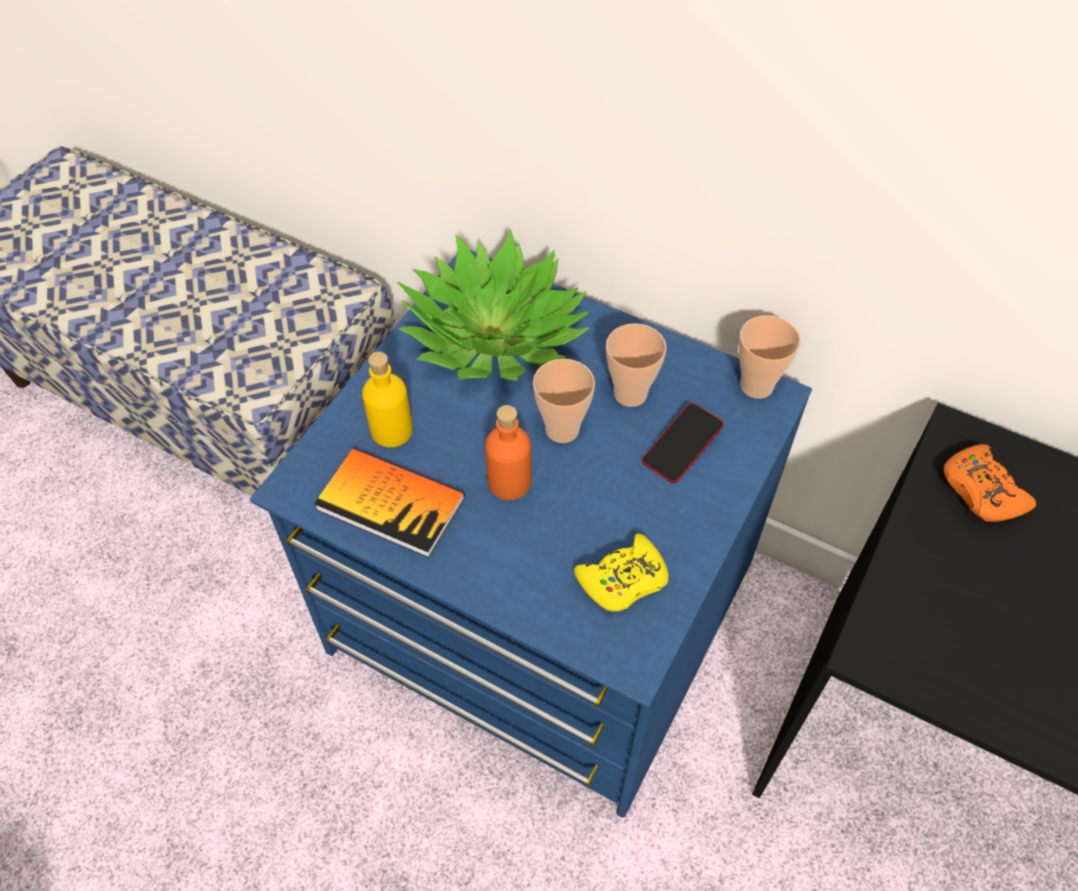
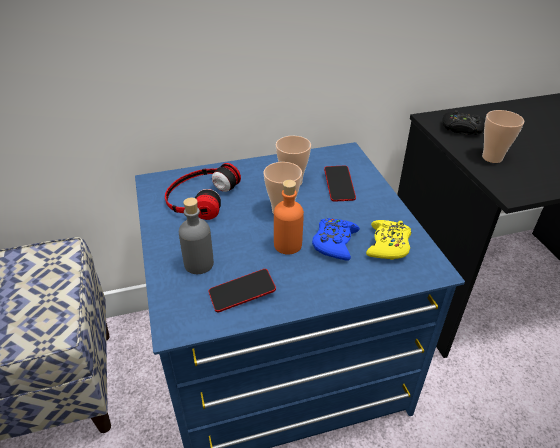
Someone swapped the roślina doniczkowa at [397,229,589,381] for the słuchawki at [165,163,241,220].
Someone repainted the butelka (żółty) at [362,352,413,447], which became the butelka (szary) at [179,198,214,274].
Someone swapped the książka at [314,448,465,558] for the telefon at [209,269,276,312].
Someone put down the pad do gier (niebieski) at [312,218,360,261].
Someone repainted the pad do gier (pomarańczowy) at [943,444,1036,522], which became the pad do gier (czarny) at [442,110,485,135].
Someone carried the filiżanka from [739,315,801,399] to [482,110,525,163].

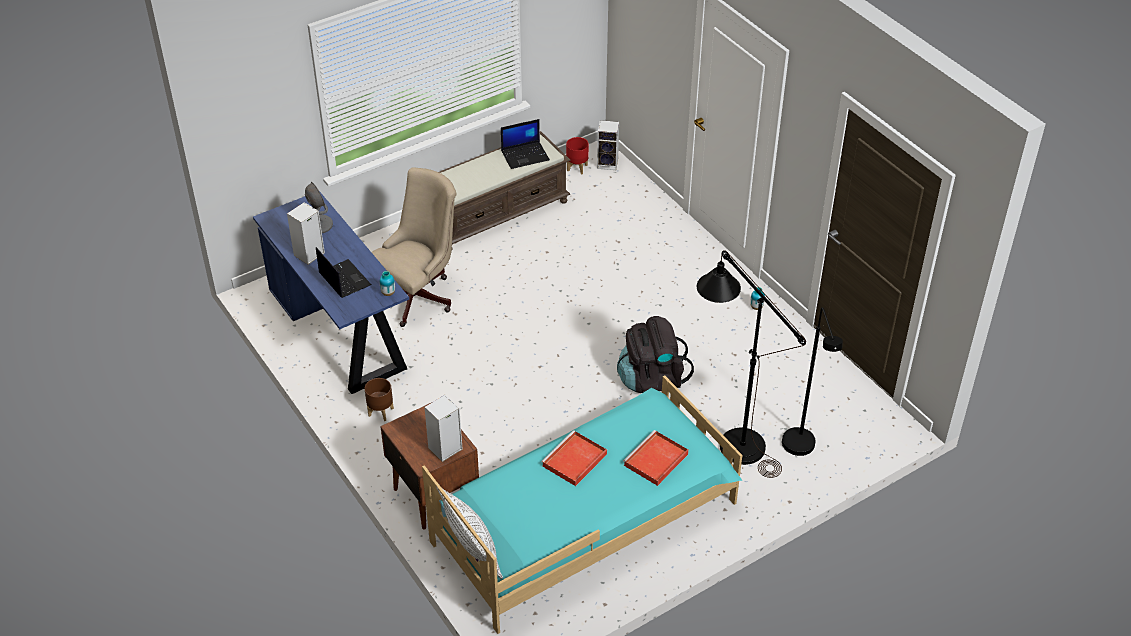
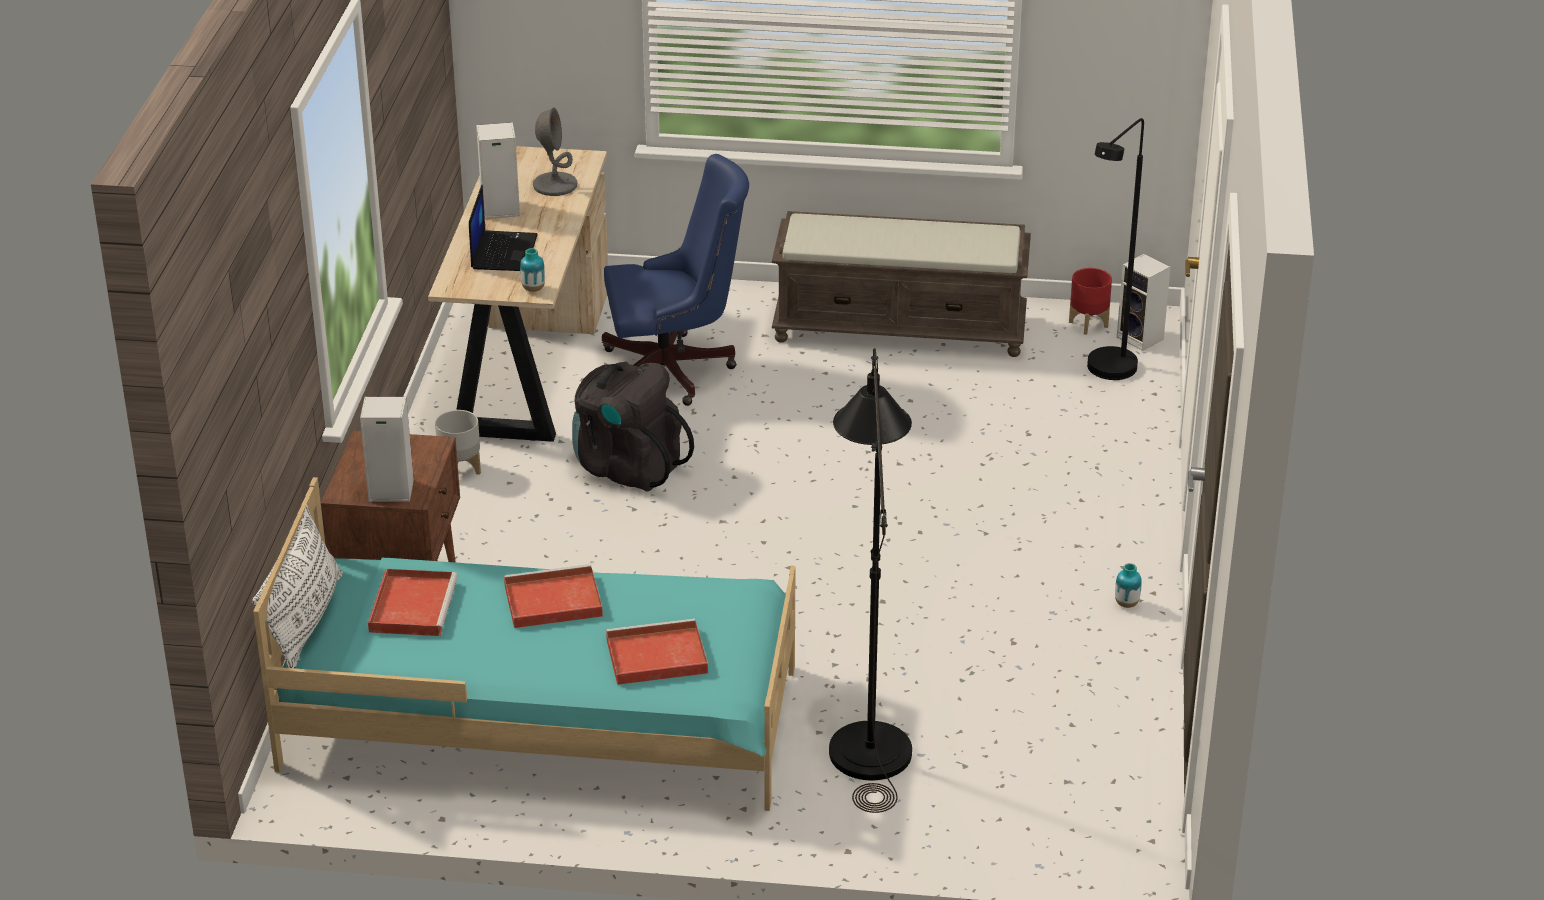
Someone put down the taca (czerwony) at [368,569,458,636].
Someone repainted the biurko (niebieski) at [253,191,409,394], which became the biurko (beżowy) at [428,146,608,442].
Someone repainted the donica (brązowy) at [365,378,394,421], which became the donica (szary) at [435,410,481,475].
Someone carried the plecak (czarny) from [617,316,694,393] to [572,362,694,492].
Someone repainted the krzesło biurowe (beżowy) at [372,167,457,327], which became the krzesło biurowe (niebieski) at [602,154,749,406].
Someone carried the lampa stojąca (czarny) from [782,307,843,456] to [1087,118,1144,380].
Someone took away the laptop at [501,119,550,169].

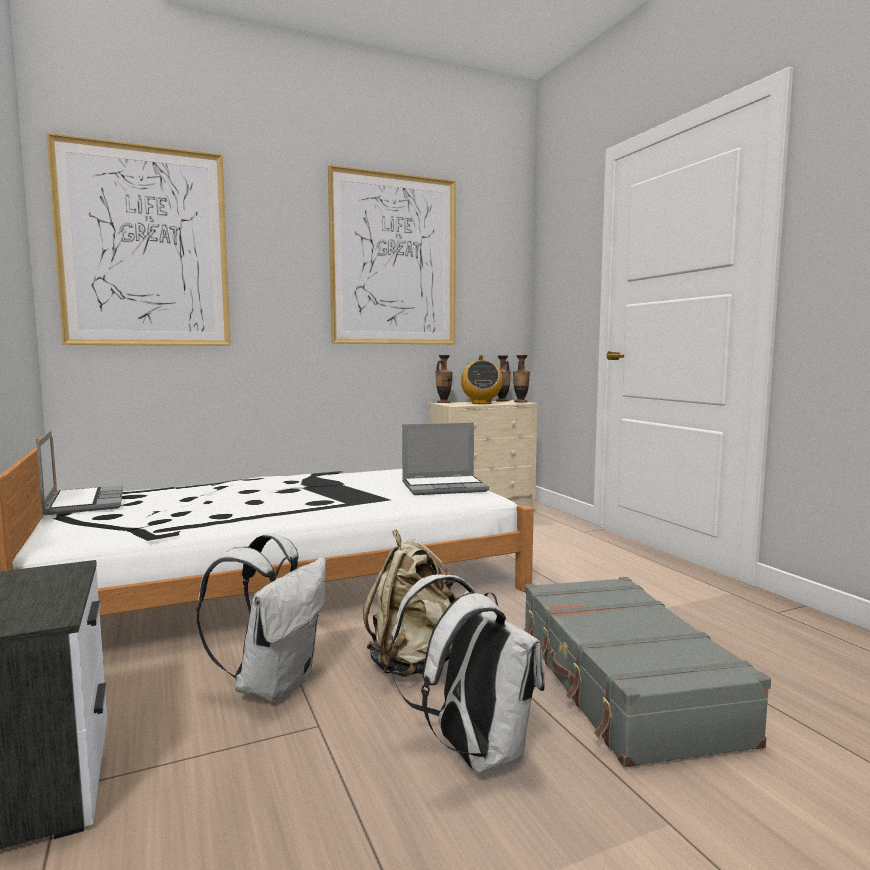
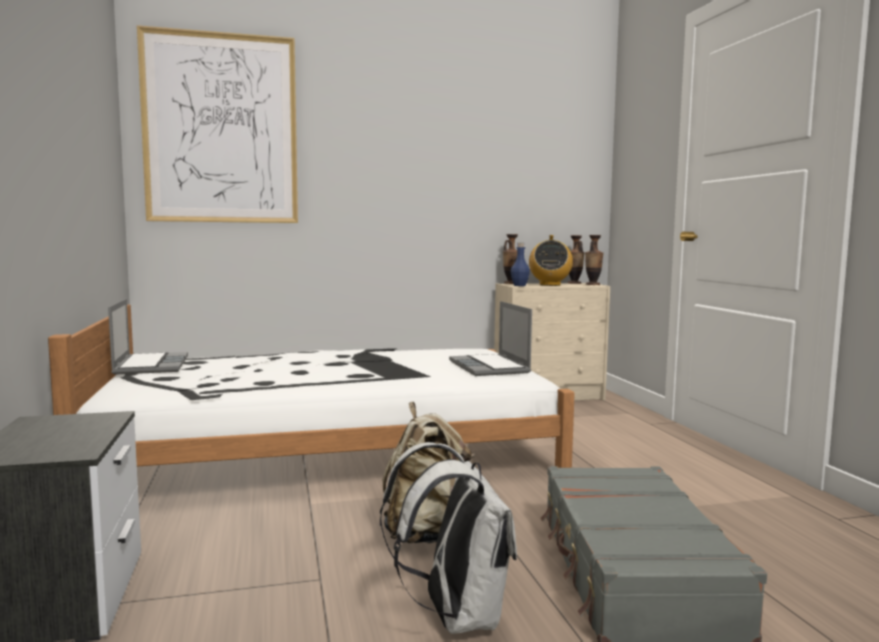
Someone rotated the laptop at [402,423,489,495] by 75 degrees clockwise.
Someone put down the butelka (niebieski) at [511,243,530,286].
Someone took away the plecak (biały) at [196,533,326,702].
Someone took away the obraz at [328,165,456,344].

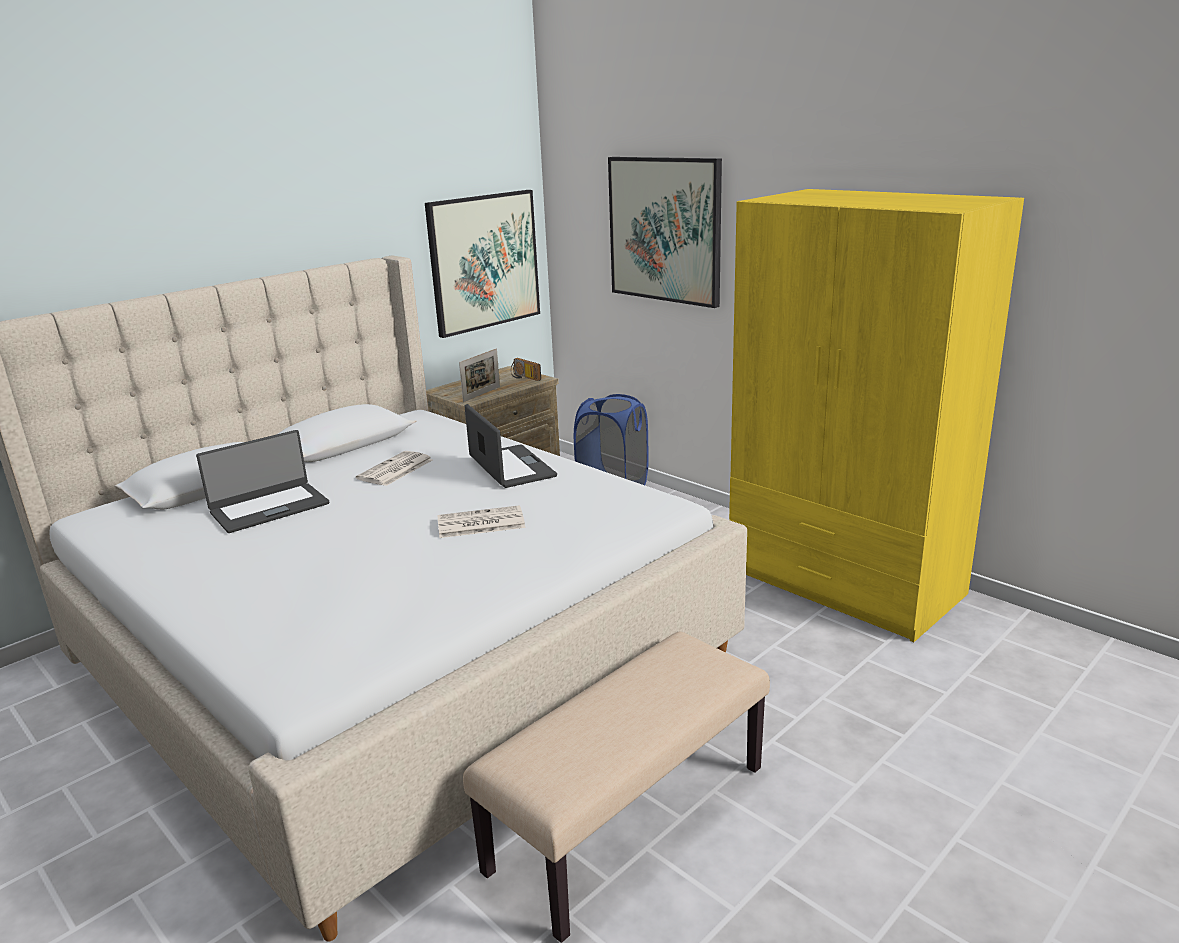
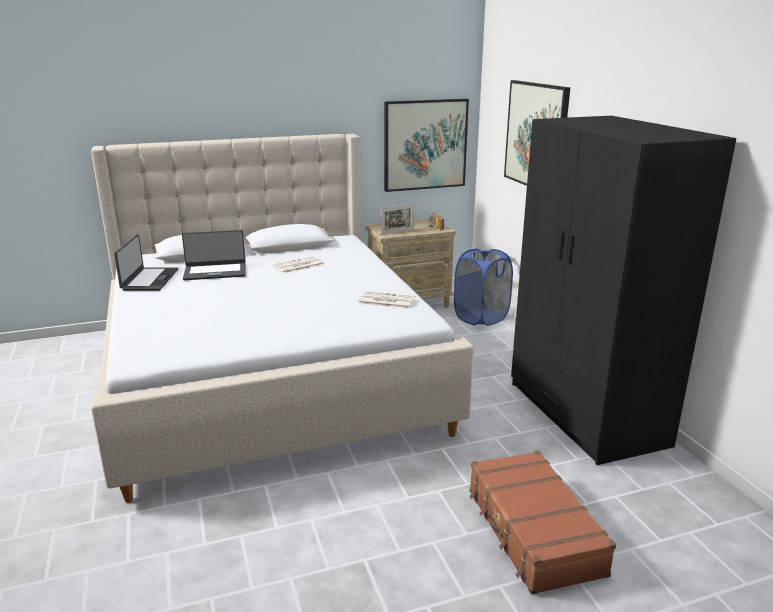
Someone carried the laptop from [465,404,557,488] to [114,234,178,291].
Someone carried the gazeta from [437,505,525,538] to [358,291,415,309].
Someone put down the walizka (brązowy) at [469,451,616,594].
Someone repainted the szafa (żółty) at [729,189,1024,642], which became the szafa (czarny) at [511,116,736,465].
Someone took away the ławka (beżowy) at [463,631,770,943].

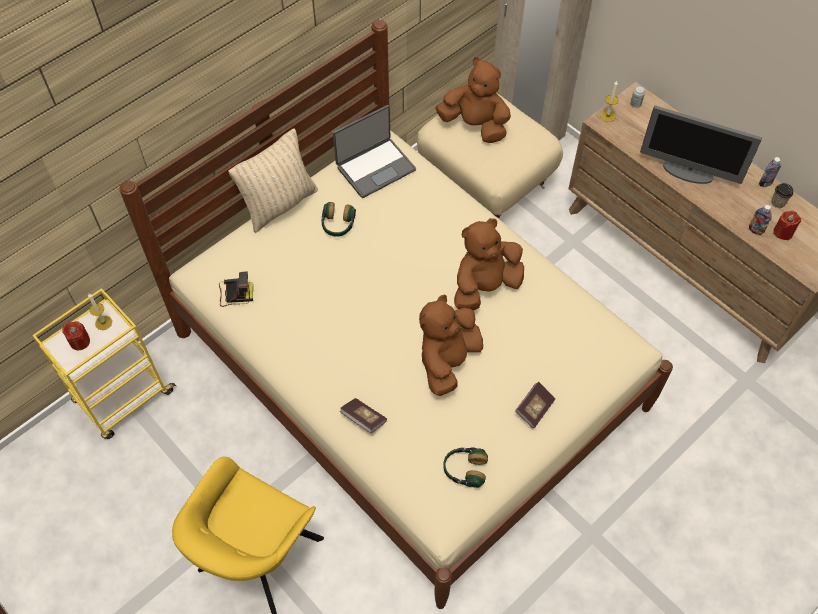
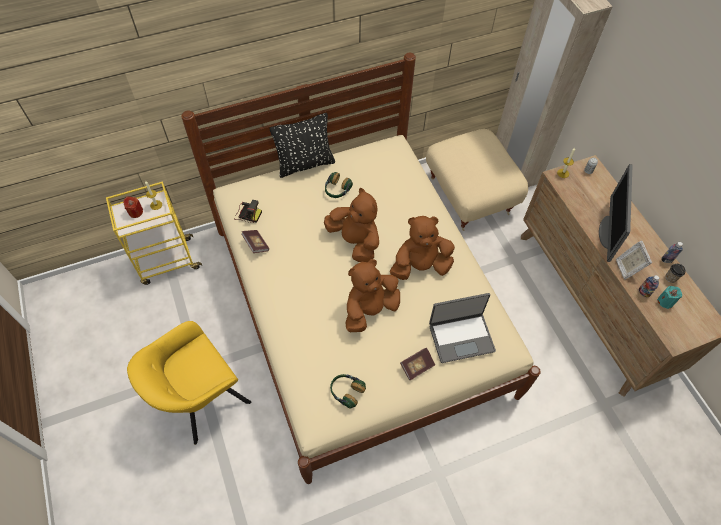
Someone carried the książka from [340,398,387,433] to [241,230,269,253].
Someone repainted the poduszka (beżowy) at [228,128,318,233], which became the poduszka (czarny) at [270,113,335,178].
Someone carried the pluszak (brązowy) from [435,57,511,143] to [324,188,379,262].
Someone carried the laptop from [333,105,416,198] to [429,293,496,363].
Someone rotated the monitor at [640,106,762,184] by 60 degrees clockwise.
Someone put down the ramka na zdjęcie at [616,240,652,279].
Someone repainted the świeca (czerwony) at [773,211,801,240], which became the świeca (turkusowy) at [657,286,682,309].

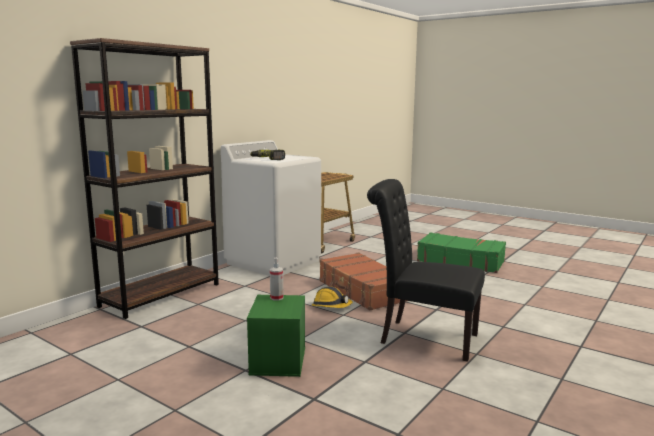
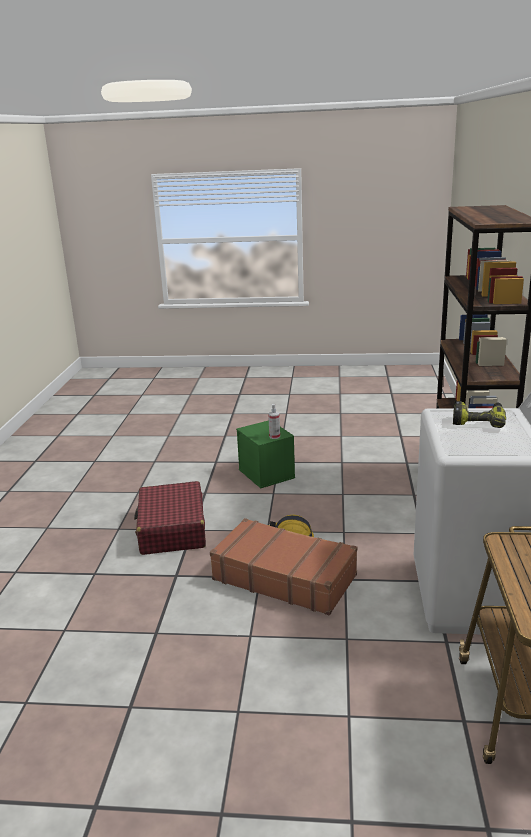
Someone swapped the krzesło (czarny) at [367,179,485,362] for the walizka (czerwony) at [134,481,206,555].
Someone took away the walizka (zielony) at [417,232,506,273].

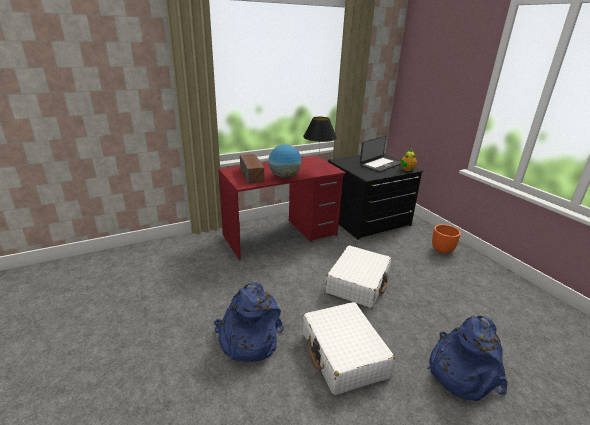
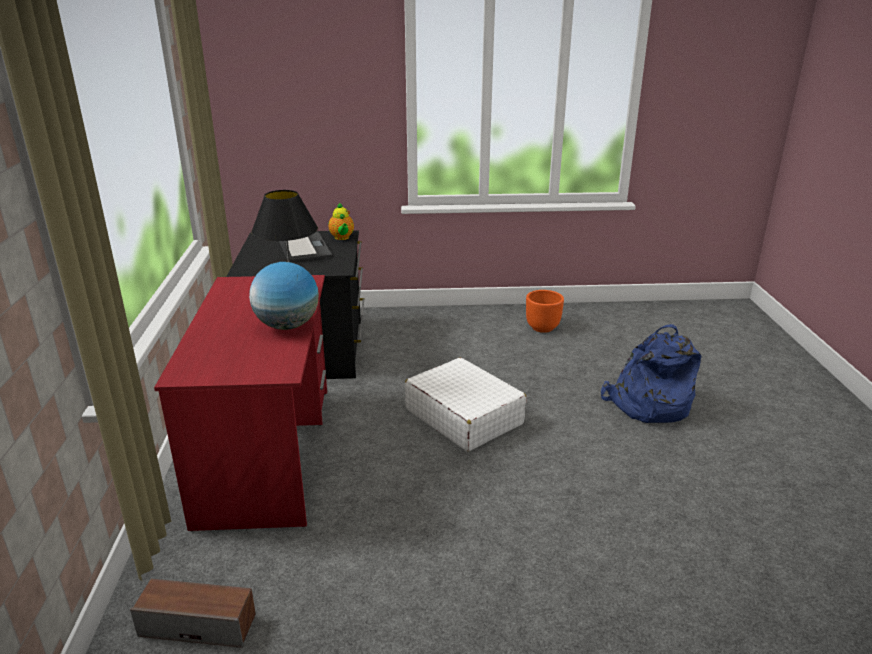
Someone carried the głośnik from [240,154,264,184] to [130,579,256,648].
Someone carried the donica (pomarańczowy) from [432,224,461,254] to [526,290,564,333].
Someone took away the plecak (niebieski) at [214,282,284,362].
Someone took away the walizka (biały) at [303,302,395,395].

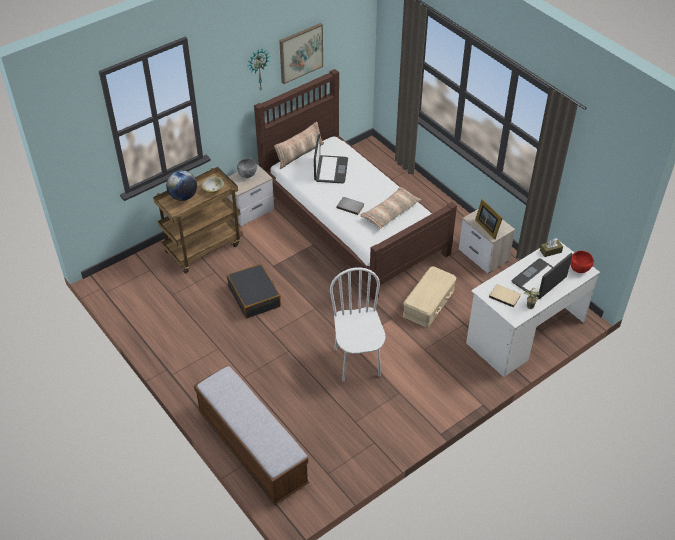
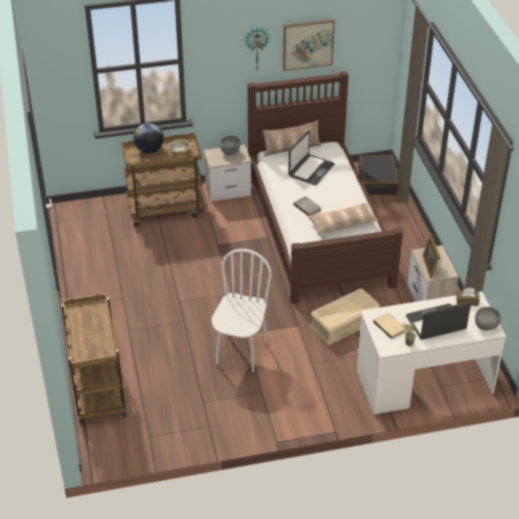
Someone swapped the ławka at [194,365,309,505] for the wózek (brązowy) at [61,294,127,425].
Someone carried the walizka (czarny) from [227,264,281,318] to [359,155,399,195].
Someone repainted the miska (czerwony) at [570,251,594,273], which became the miska (szary) at [475,307,501,331].

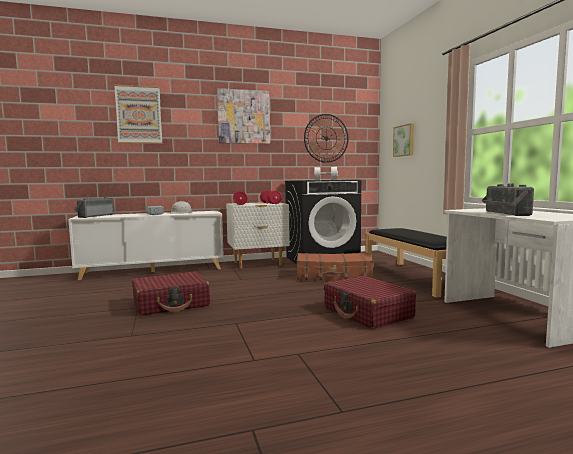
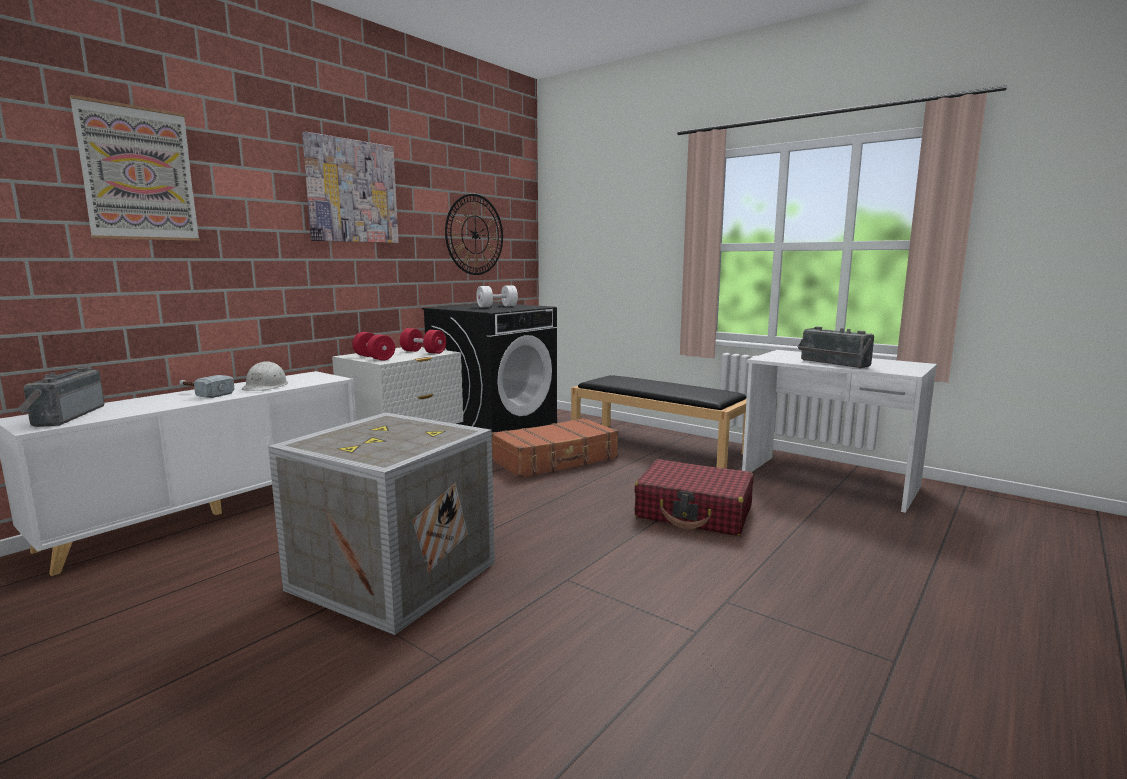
Someone swapped the walizka (czerwony) at [132,271,210,315] for the skrzynka at [268,412,495,635].
Someone took away the obraz at [393,123,414,157].

